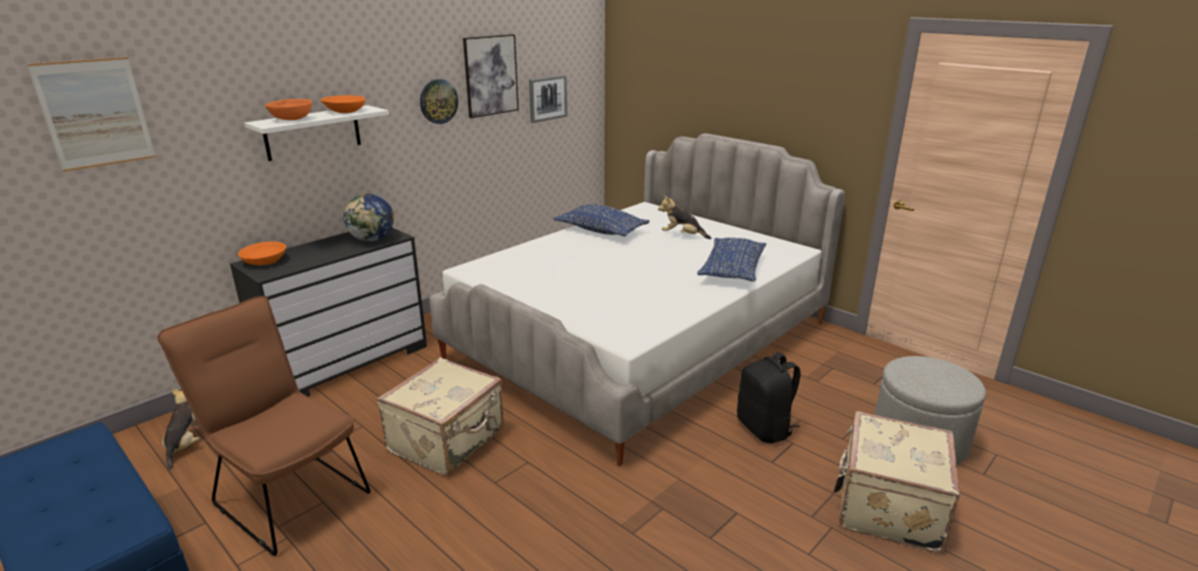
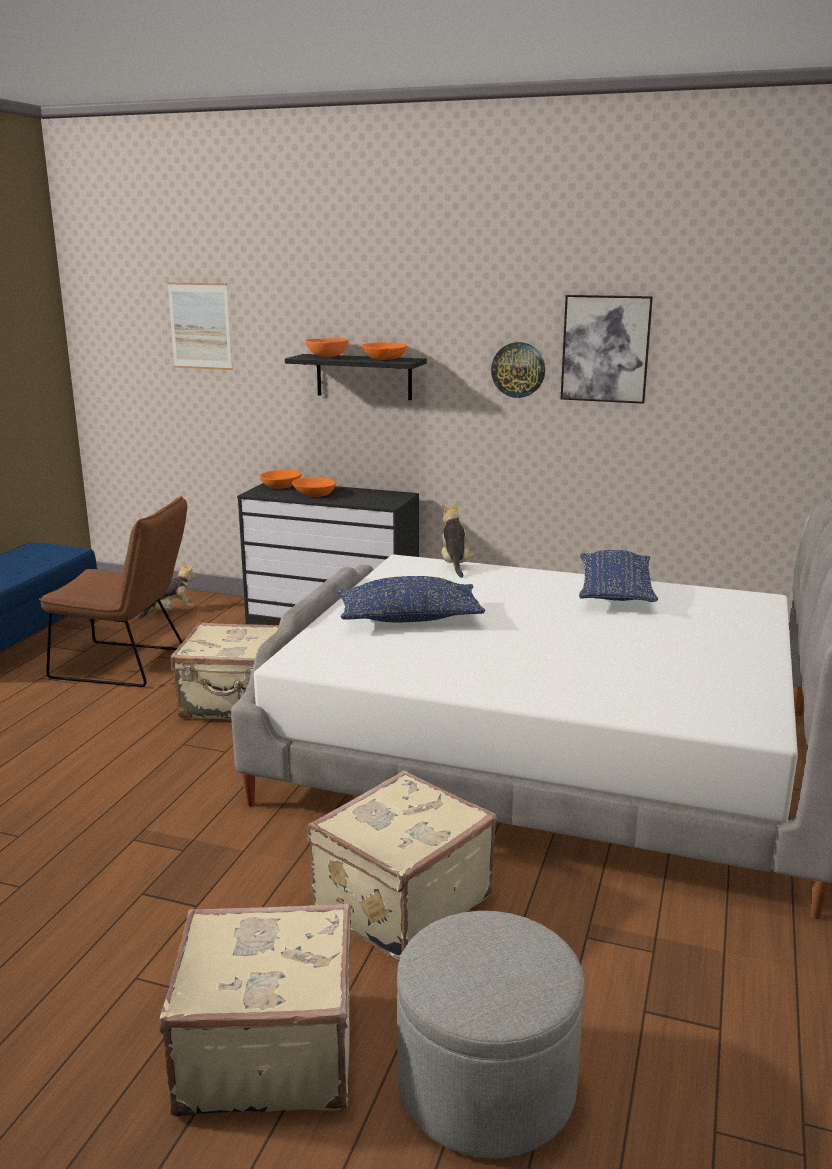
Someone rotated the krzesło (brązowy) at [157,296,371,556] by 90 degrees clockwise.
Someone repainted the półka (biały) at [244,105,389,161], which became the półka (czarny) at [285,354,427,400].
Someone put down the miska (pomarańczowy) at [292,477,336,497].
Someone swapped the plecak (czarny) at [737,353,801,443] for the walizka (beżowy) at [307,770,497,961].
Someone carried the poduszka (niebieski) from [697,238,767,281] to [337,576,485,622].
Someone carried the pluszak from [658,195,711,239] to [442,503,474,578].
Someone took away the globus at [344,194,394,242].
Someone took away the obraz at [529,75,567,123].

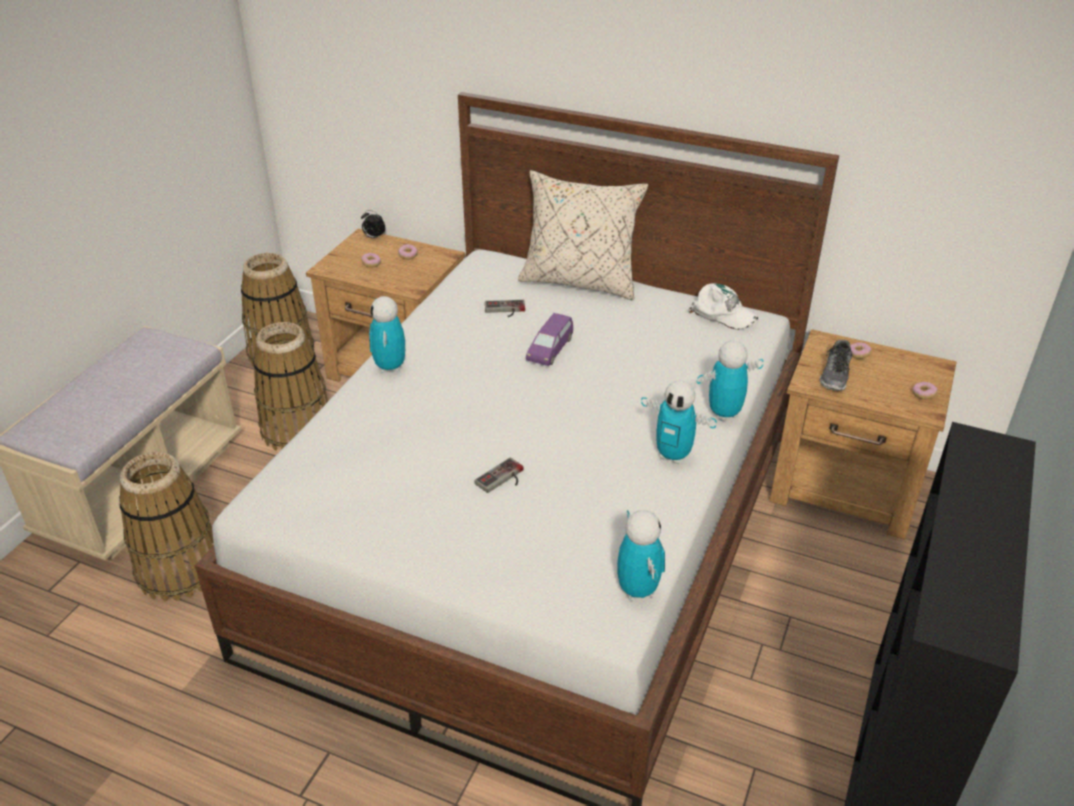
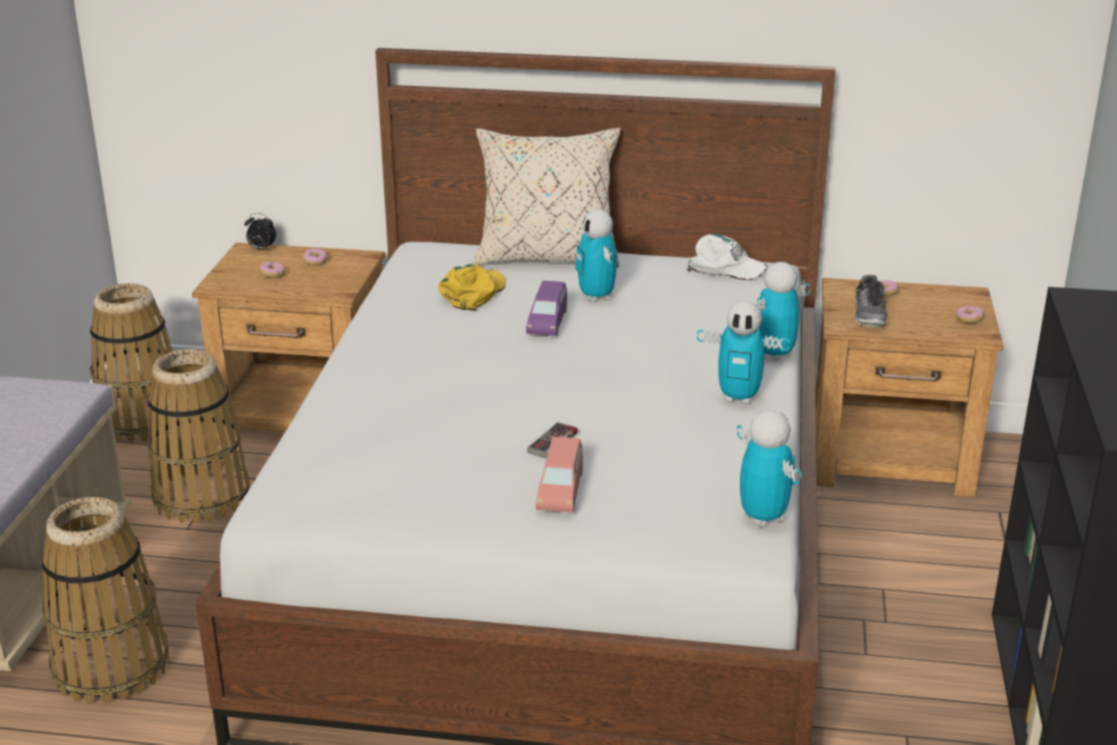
Someone swapped the pad do gier at [485,300,525,317] for the czapka z daszkiem (żółty) at [438,264,506,311].
Someone put down the samochodzik (różowy) at [536,437,583,513].
Someone carried the robot zabawkowy from [369,296,405,373] to [575,209,617,302].

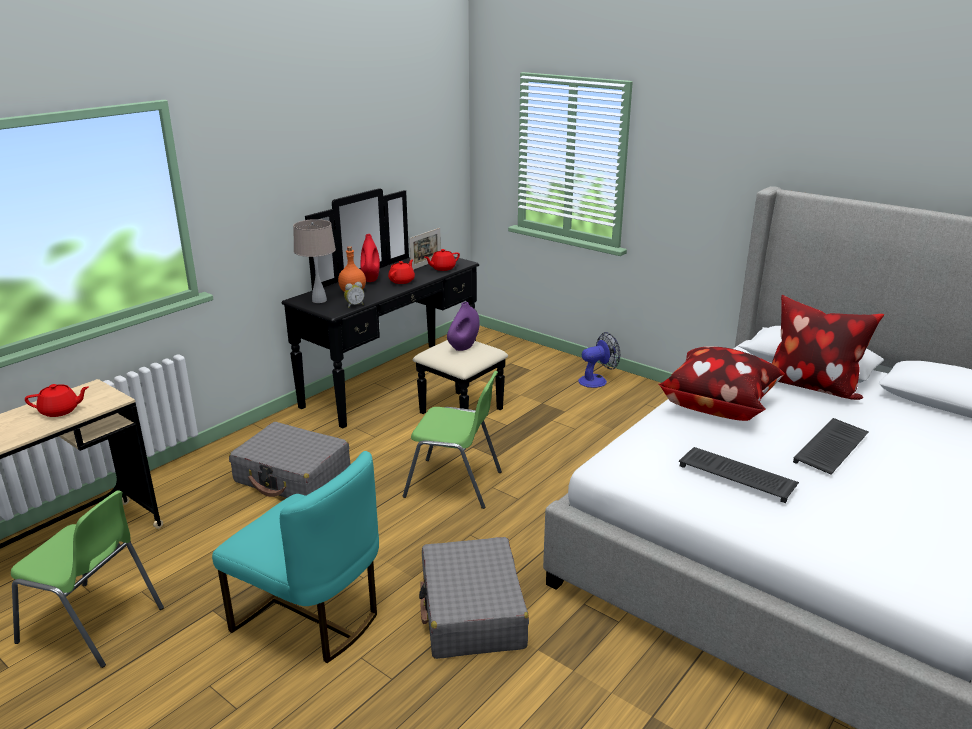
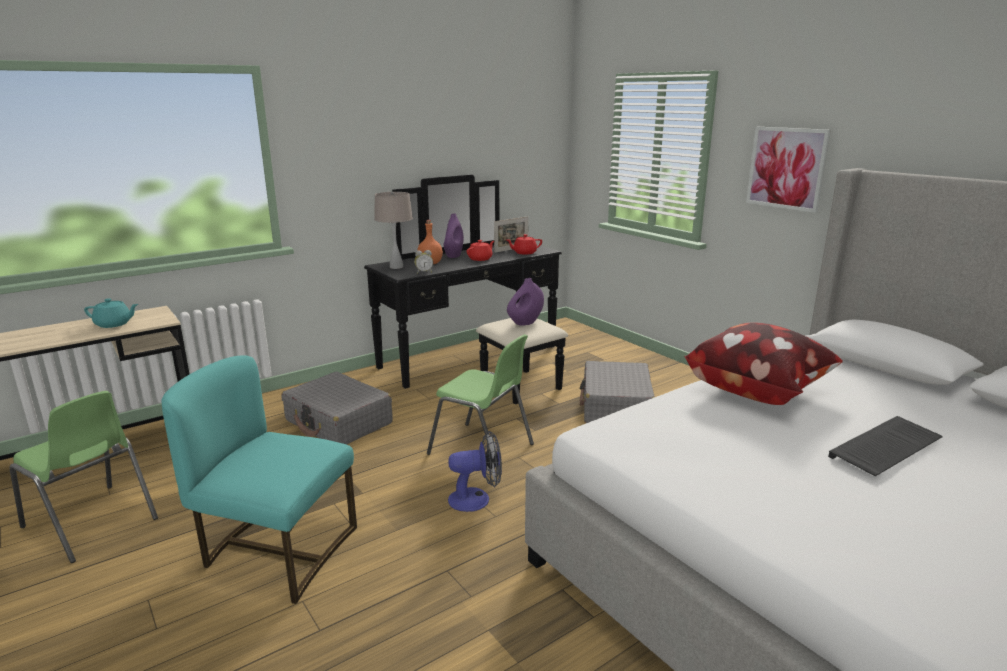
Someone repainted the imbryk (czerwony) at [25,384,89,417], which became the imbryk (turkusowy) at [84,298,138,328].
Someone rotated the krzesło (turkusowy) at [212,451,379,663] by 150 degrees clockwise.
Someone repainted the wazon (czerwony) at [361,234,380,282], which became the wazon (fioletowy) at [443,213,464,258].
Someone carried the wentylator from [578,332,620,388] to [448,431,502,512].
Someone carried the walizka (szary) from [419,537,529,659] to [580,361,655,423].
Someone put up the obraz at [746,127,831,213].
Someone took away the klawiatura at [679,447,799,503].
Someone took away the poduszka at [772,295,884,400].

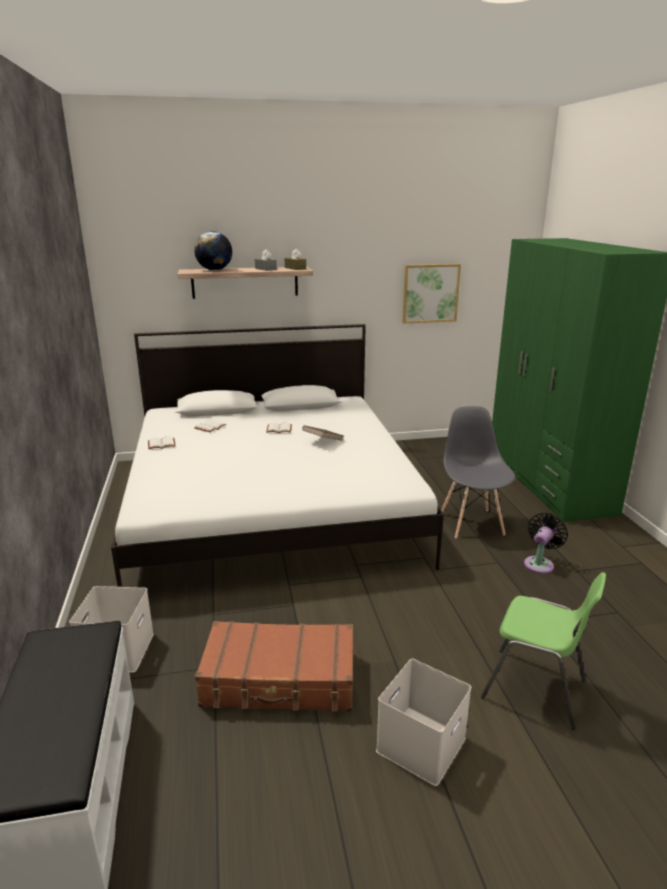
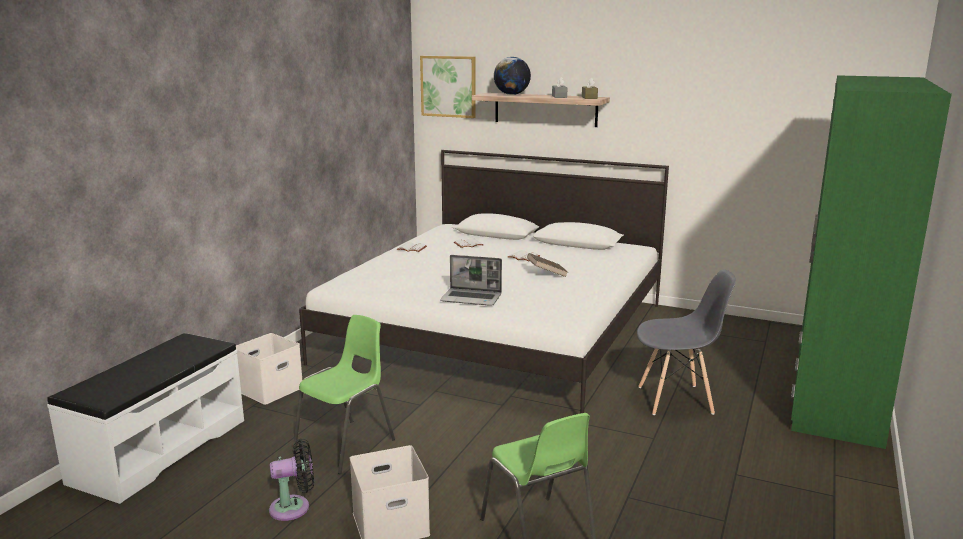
Someone carried the wentylator (czarny) from [524,513,568,574] to [269,439,314,521].
Someone swapped the walizka (brązowy) at [195,621,353,712] for the krzesło (zielony) at [292,315,395,474].
Someone carried the obraz from [402,264,461,324] to [420,56,476,118].
Someone put down the laptop at [440,255,502,306].
Someone rotated the krzesło (szary) at [441,406,515,539] by 60 degrees clockwise.

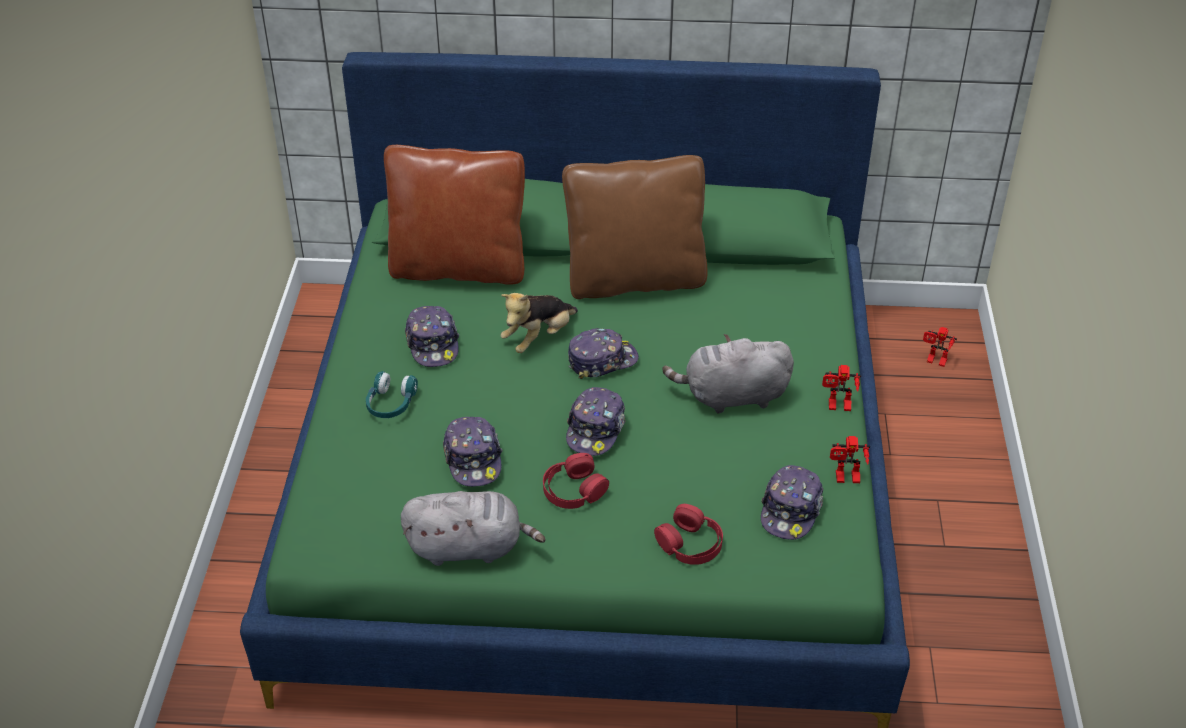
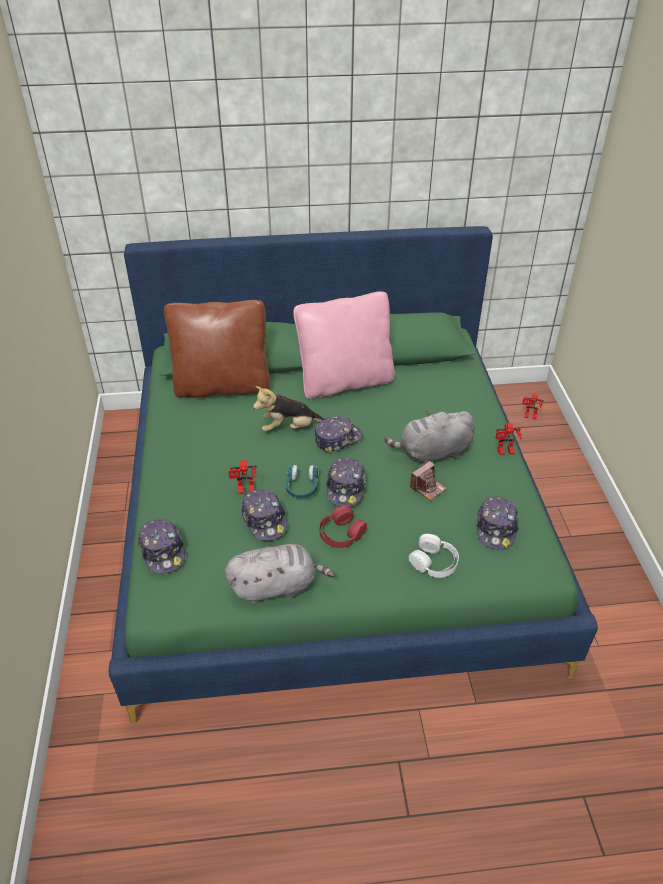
Someone carried the czapka z daszkiem from [405,306,459,367] to [138,519,185,574].
Someone carried the robot zabawkowy from [830,436,870,483] to [228,460,257,494].
Someone rotated the pluszak at [501,293,578,353] by 45 degrees clockwise.
Someone carried the słuchawki (turkusowy) from [366,371,418,418] to [286,464,319,498].
Someone repainted the poduszka (brązowy) at [562,155,708,299], which became the poduszka (różowy) at [293,292,395,399].
Someone repainted the słuchawki (czerwony) at [654,504,723,565], which became the słuchawki (biały) at [409,534,459,578].
Someone put down the aparat fotograficzny at [410,460,447,500].

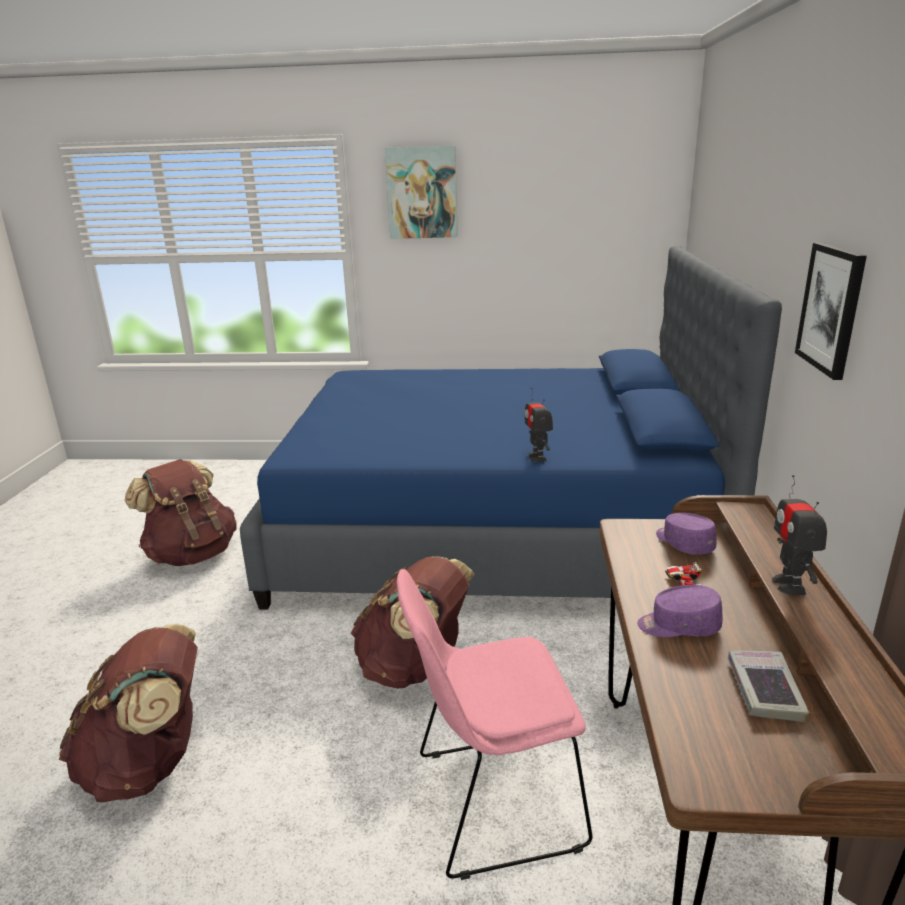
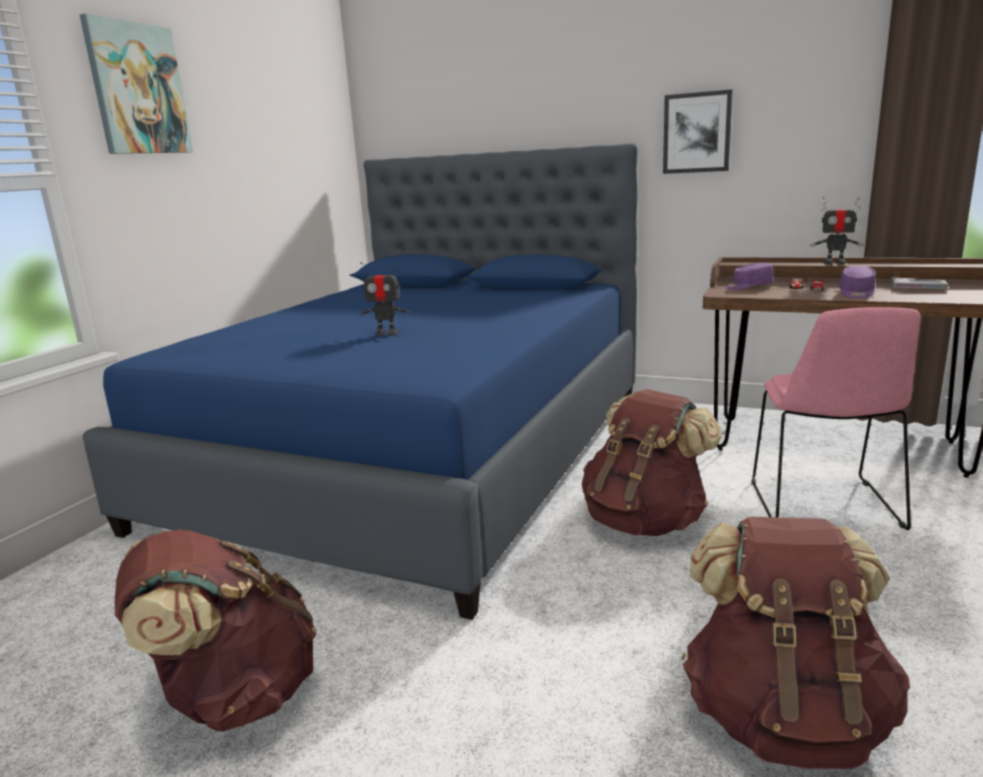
Someone carried the robot zabawkowy from [525,388,553,462] to [359,262,411,336].

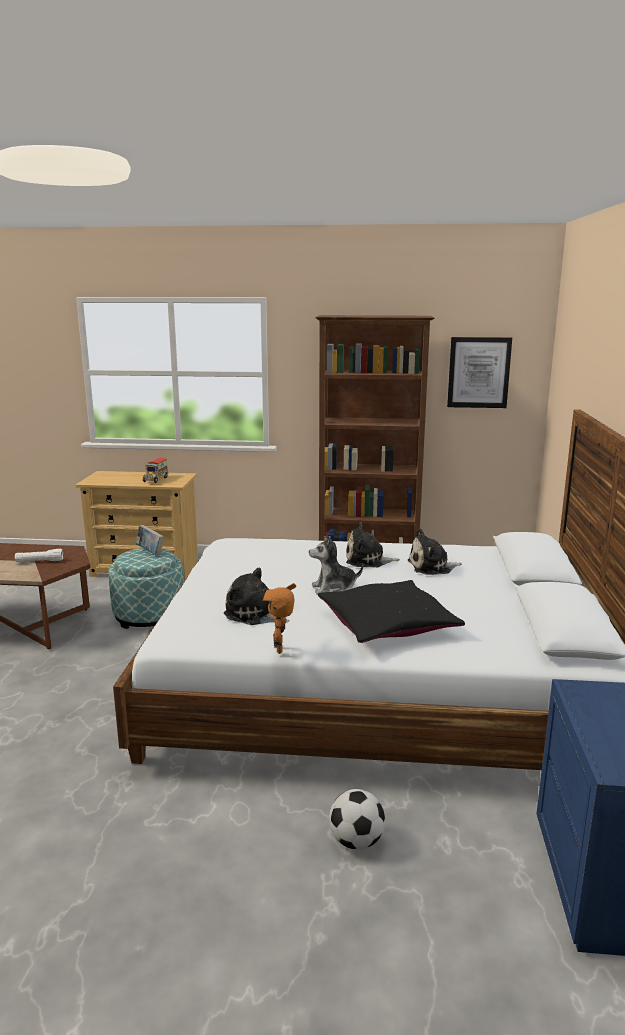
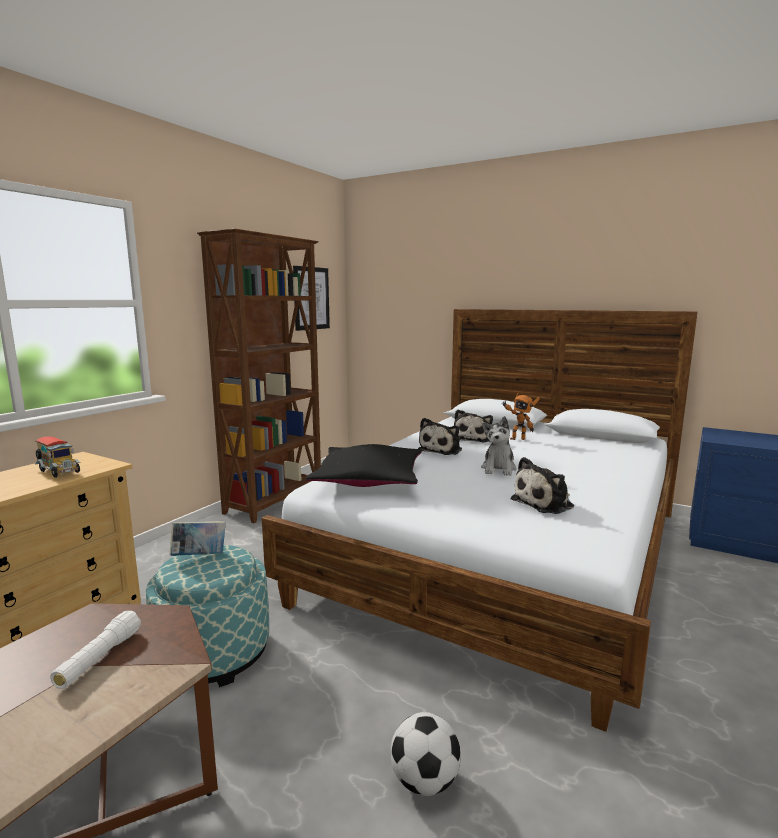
Someone carried the poduszka (czarny) from [318,580,465,643] to [306,444,422,487].
Someone carried the piłka futbolowa from [329,789,385,850] to [391,712,461,796].
Someone carried the robot zabawkowy from [263,583,296,654] to [502,393,540,440].

